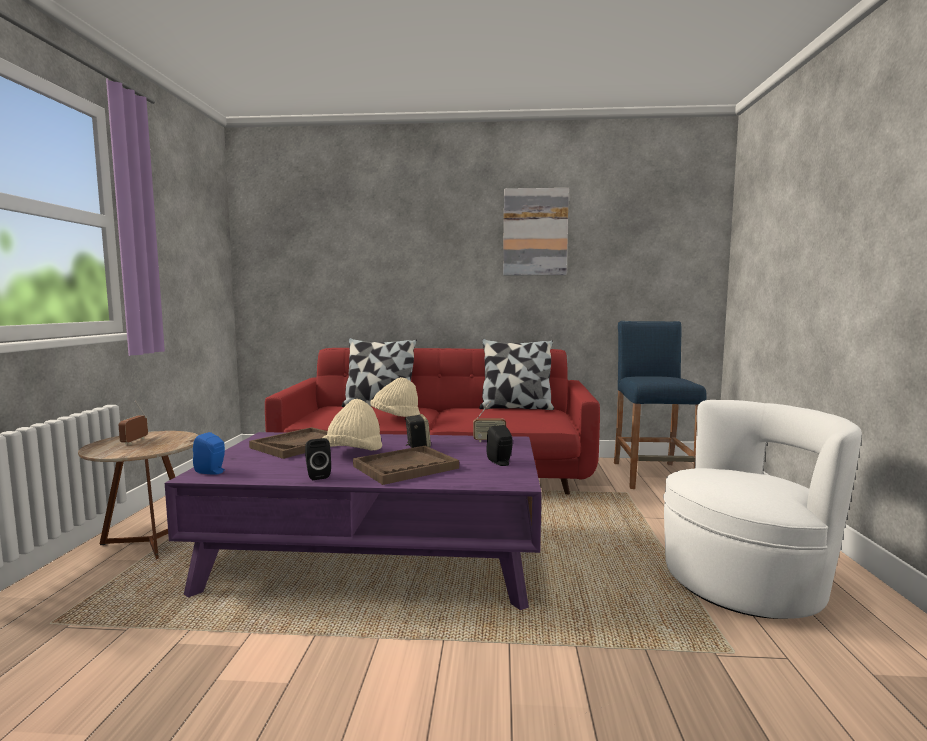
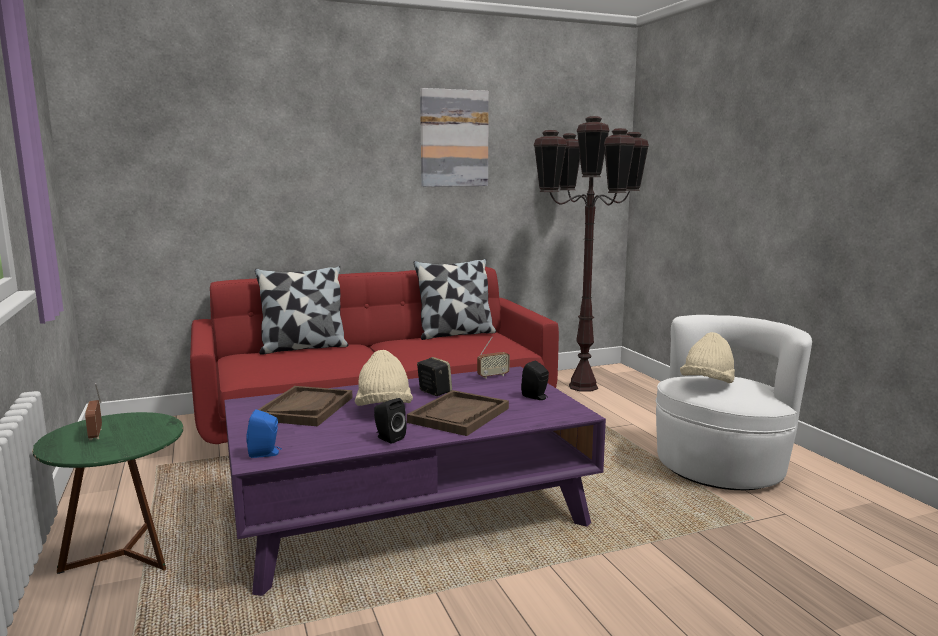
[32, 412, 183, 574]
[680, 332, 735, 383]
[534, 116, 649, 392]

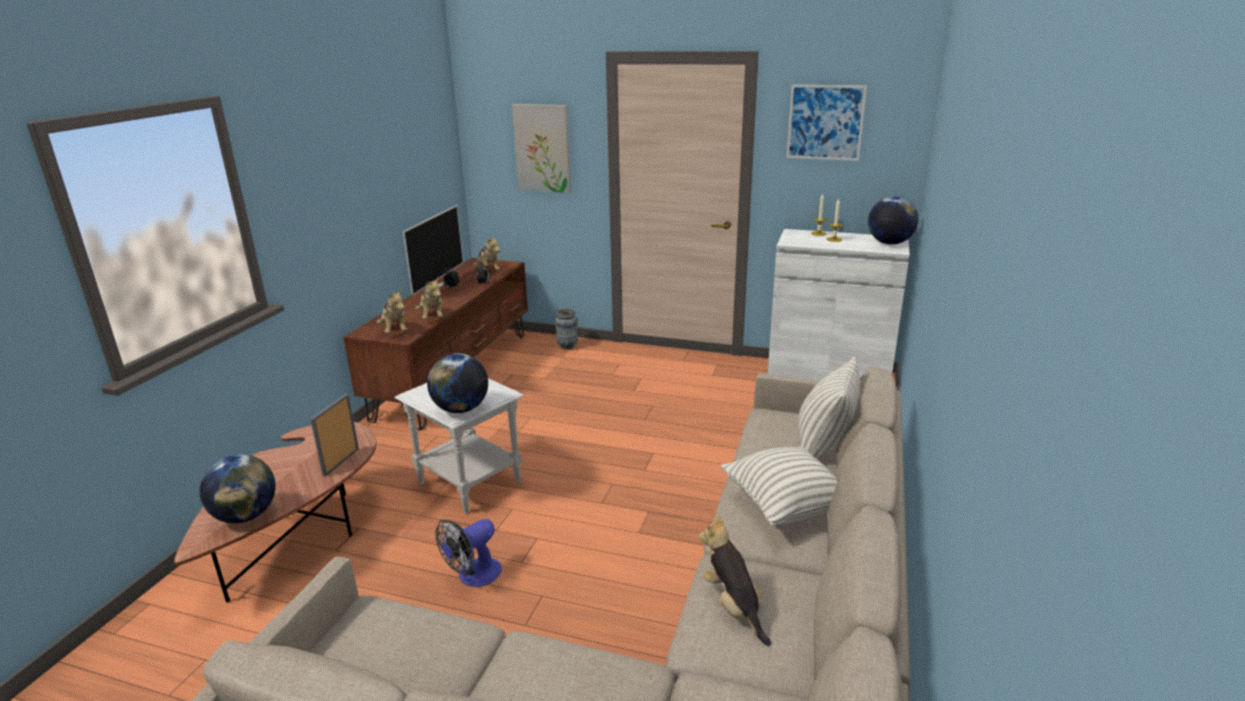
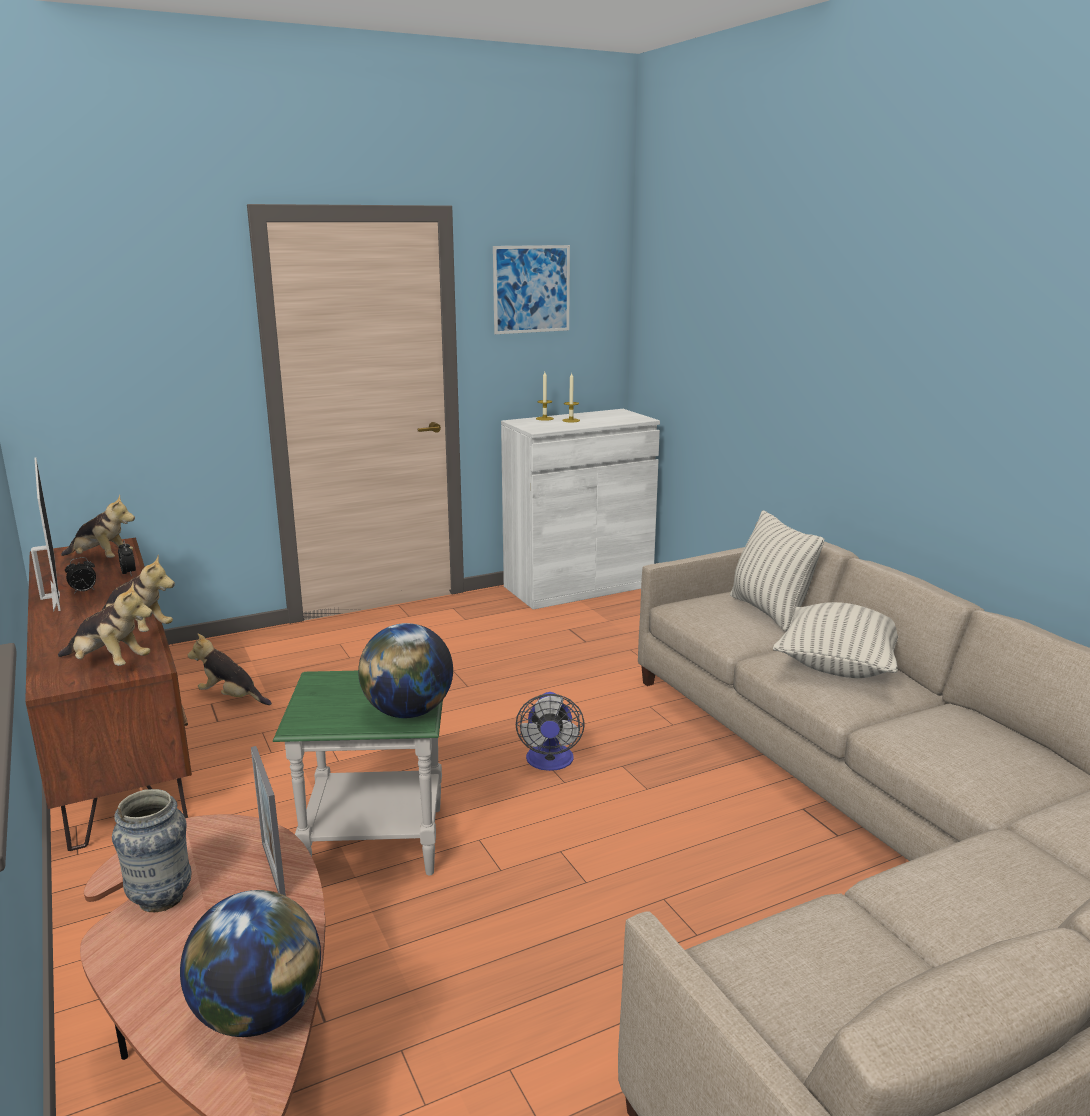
[273, 671, 443, 875]
[516, 692, 585, 771]
[512, 104, 571, 193] (first image)
[112, 789, 191, 912]
[188, 634, 272, 705]
[868, 196, 918, 245] (first image)

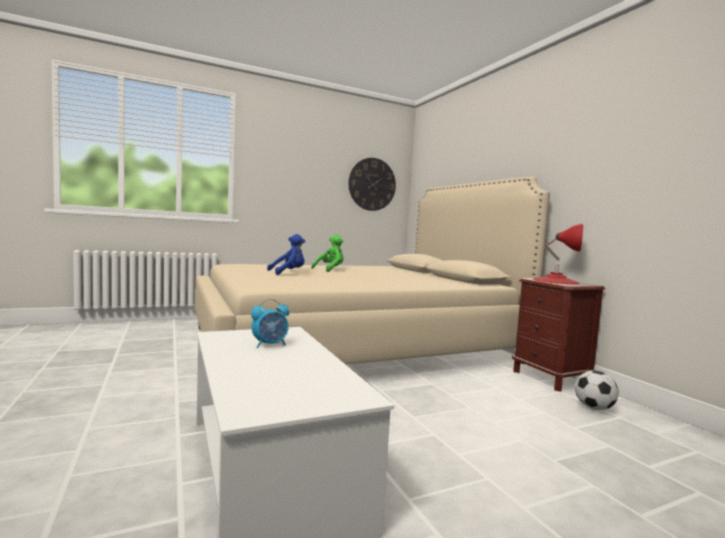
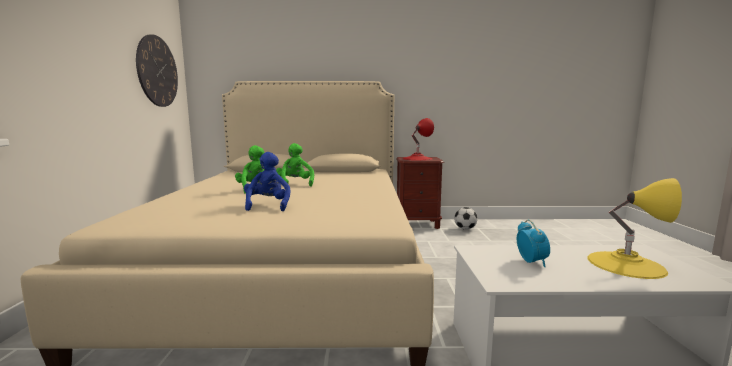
[276, 143, 314, 187]
[587, 178, 682, 279]

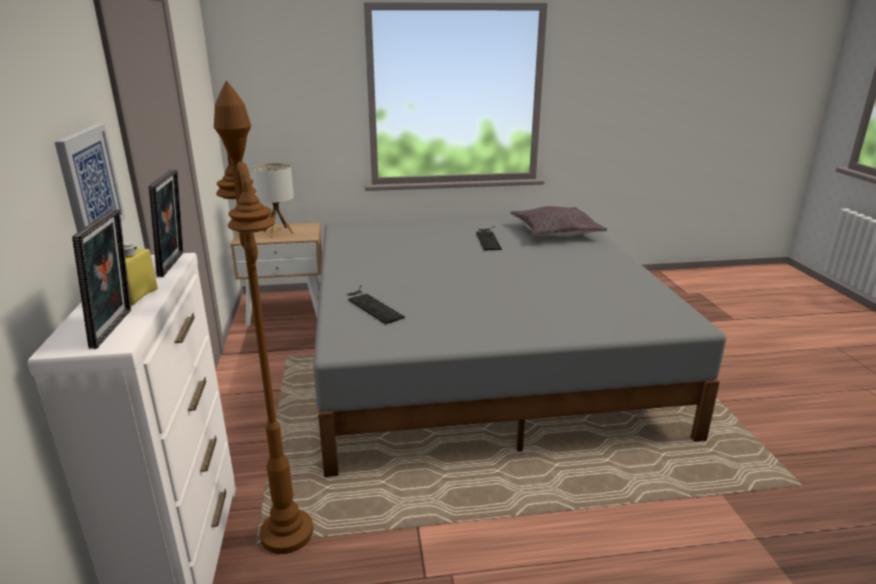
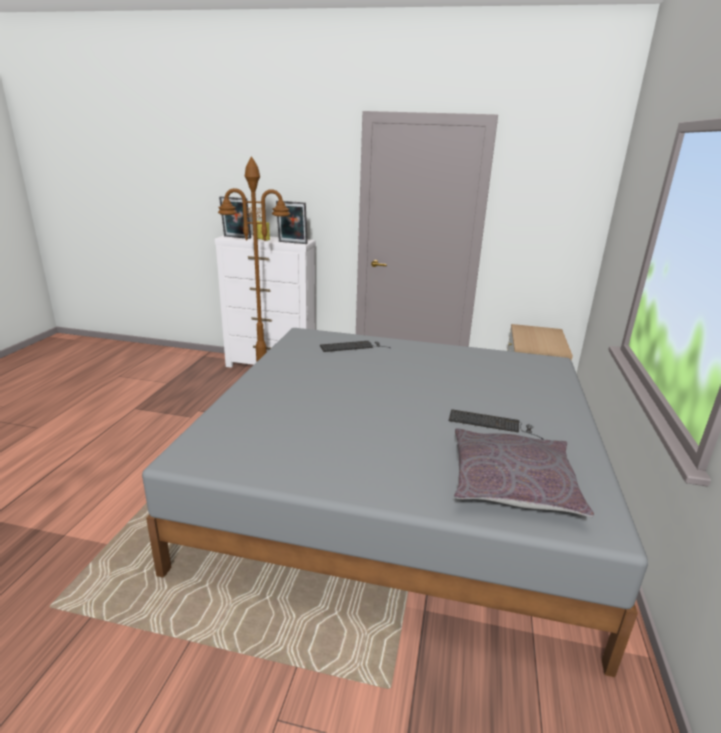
[55, 124, 125, 232] (first image)
[252, 163, 294, 238] (first image)

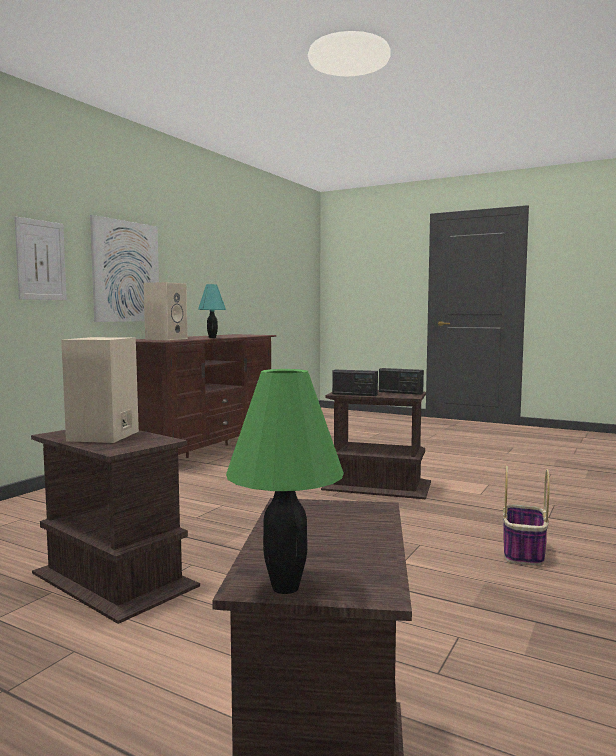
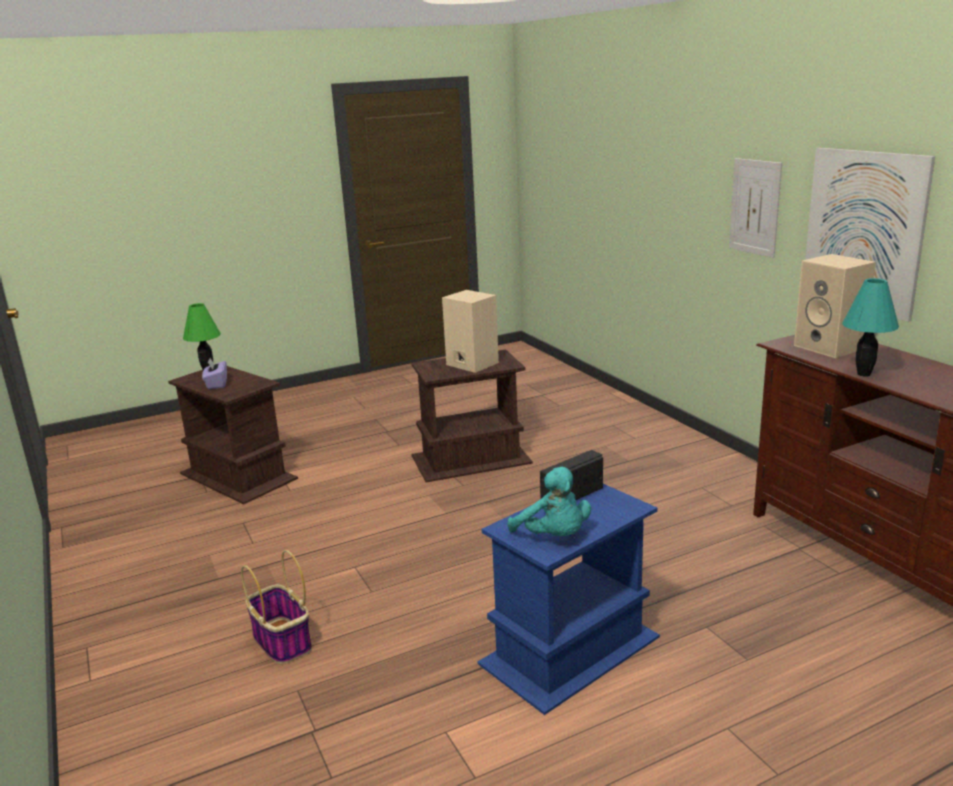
[478, 484, 660, 715]
[508, 467, 591, 536]
[202, 358, 227, 389]

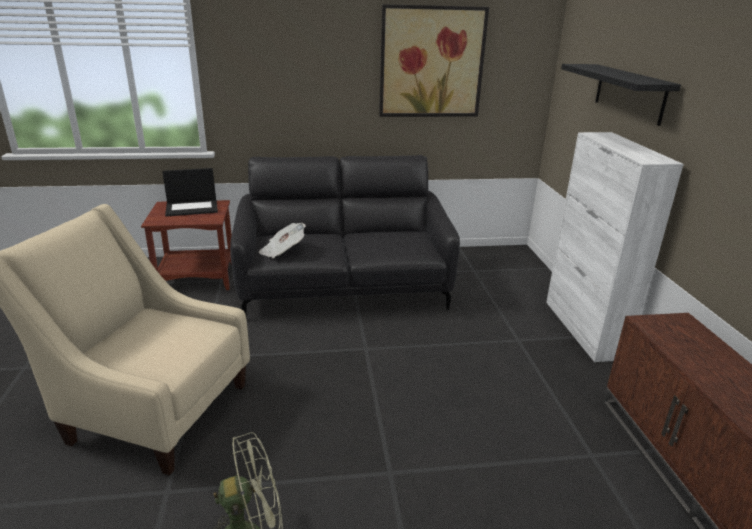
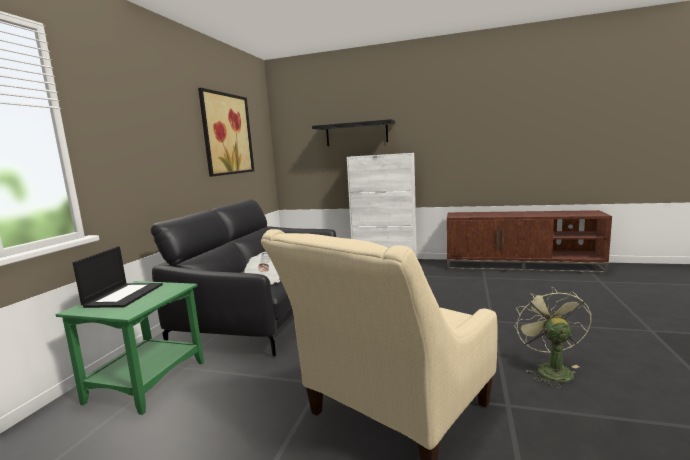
[56, 281, 204, 415]

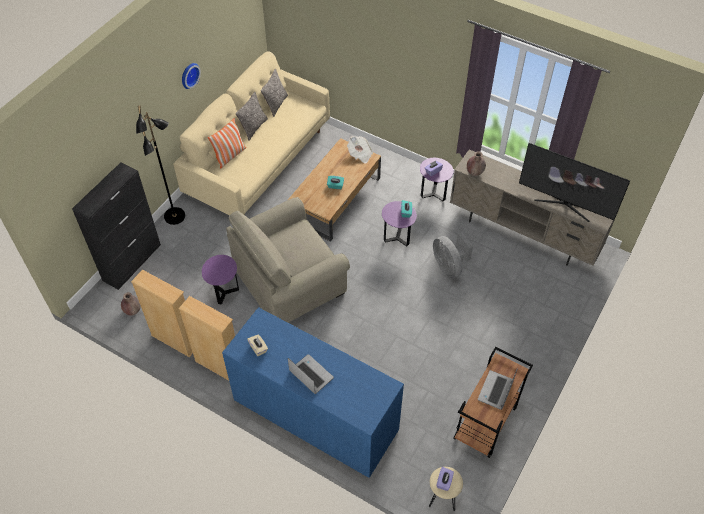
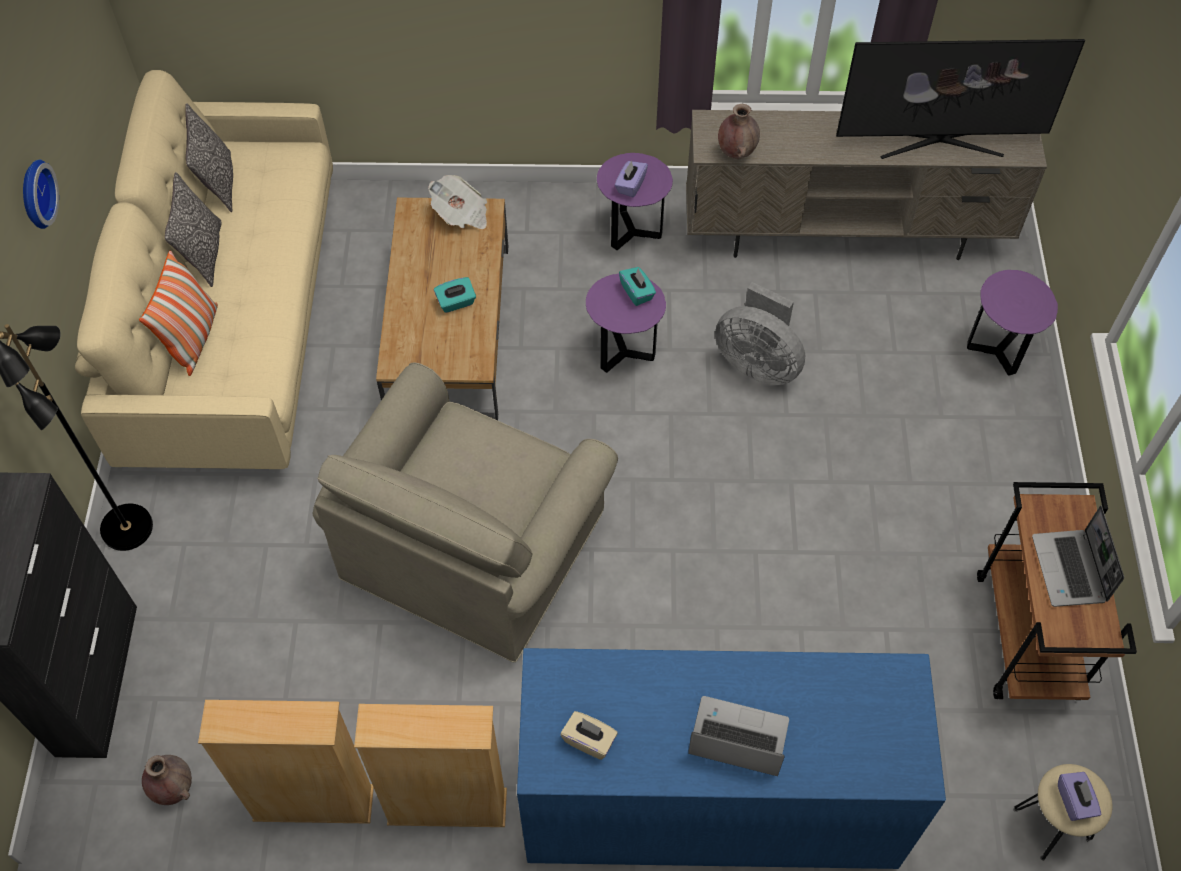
[967, 270, 1058, 376]

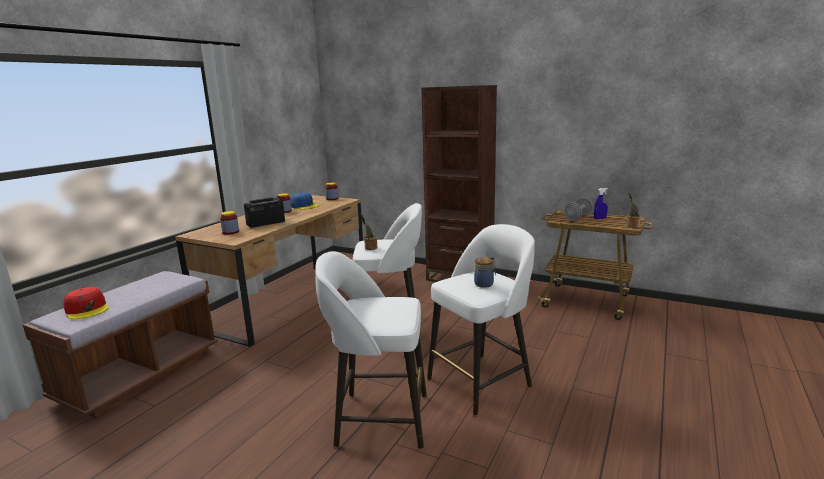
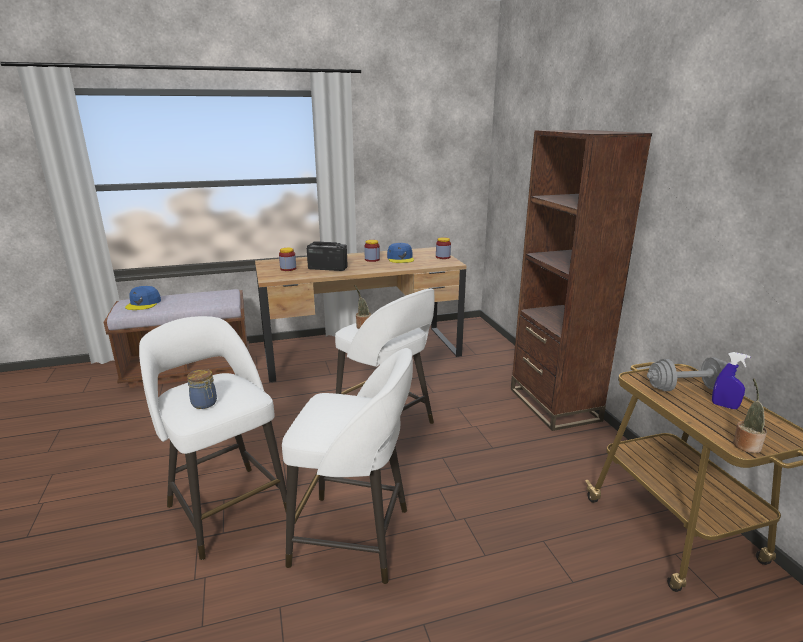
[125, 286, 161, 310]
[187, 369, 217, 409]

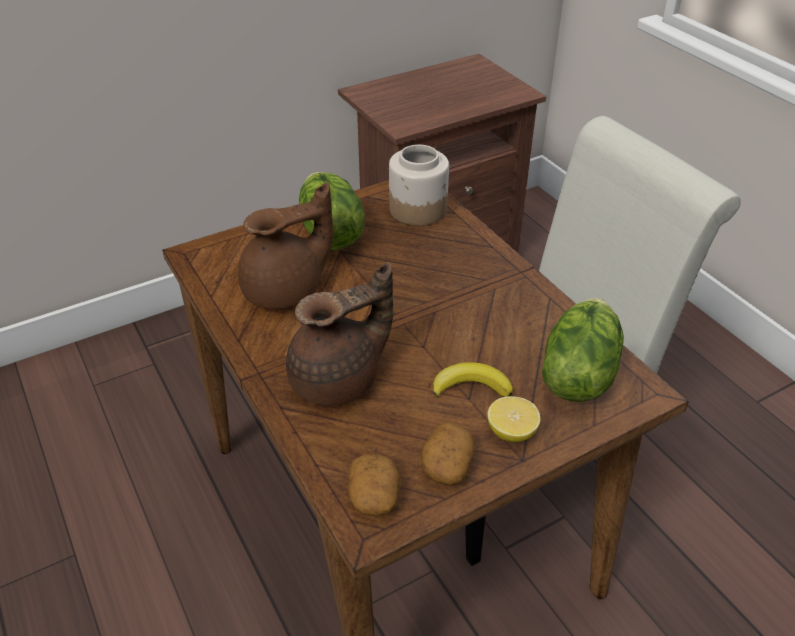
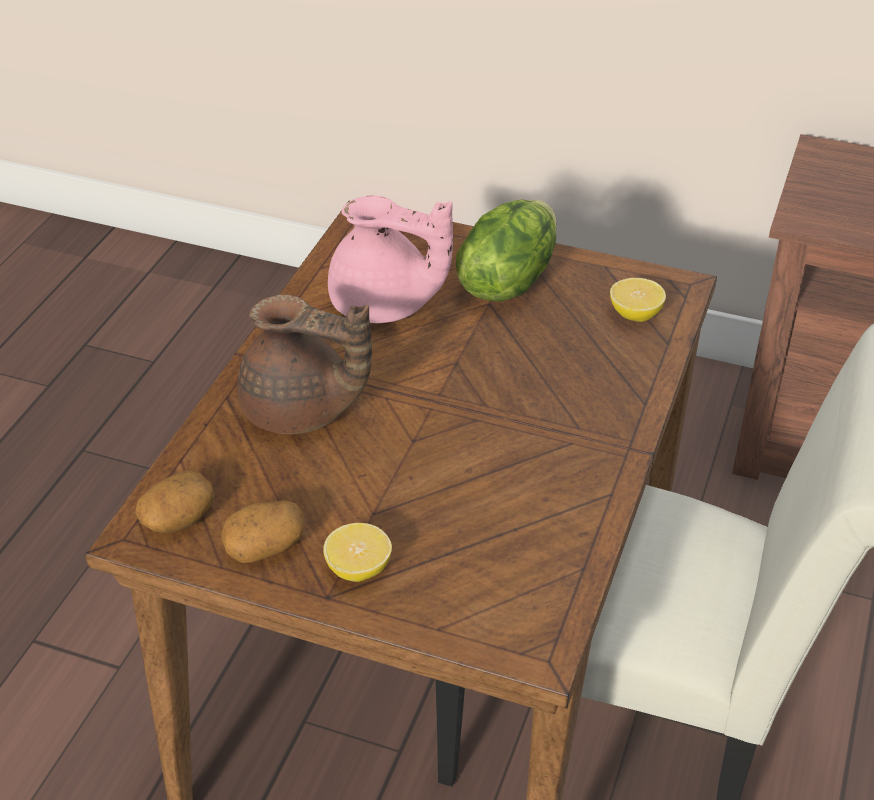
[328, 195, 453, 323]
[610, 278, 666, 322]
[433, 362, 513, 398] (first image)
[542, 298, 624, 402] (first image)

